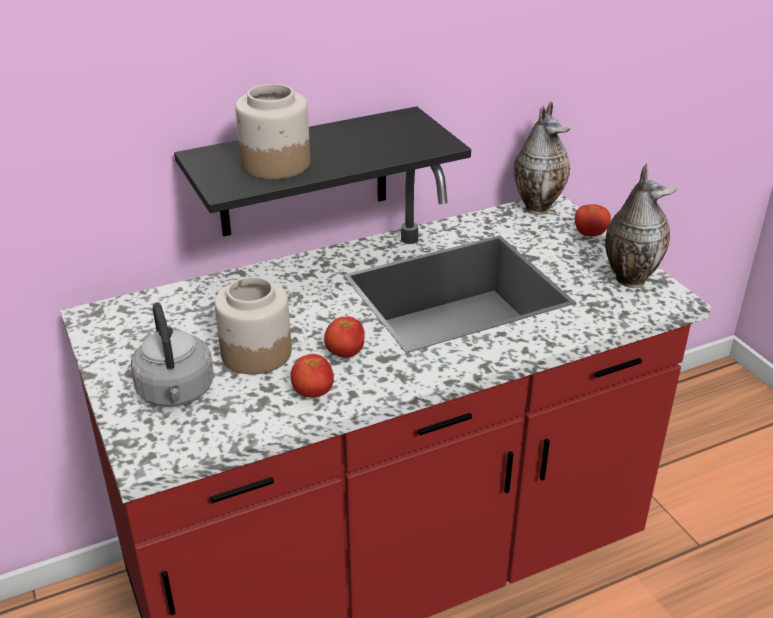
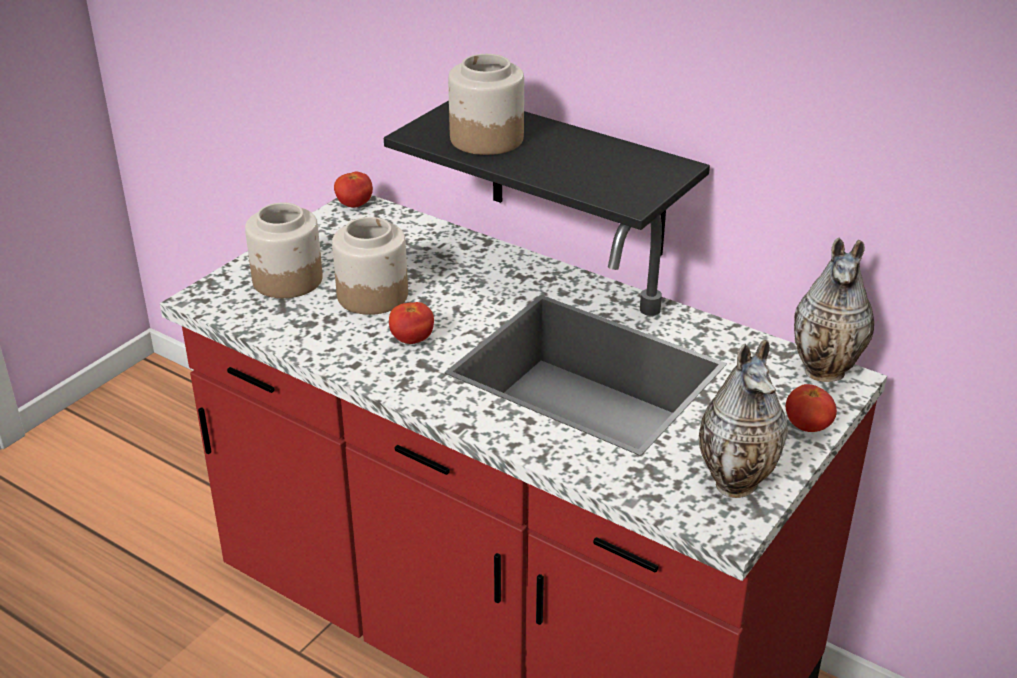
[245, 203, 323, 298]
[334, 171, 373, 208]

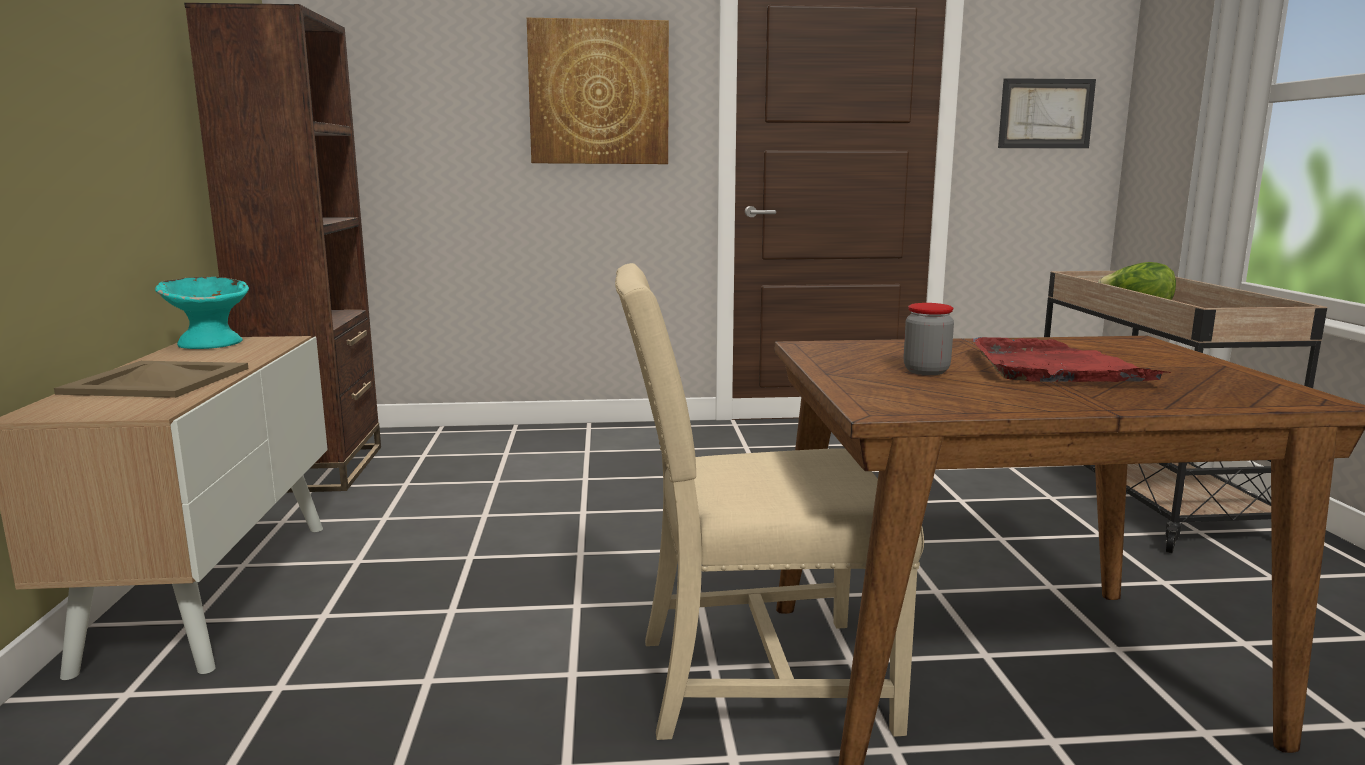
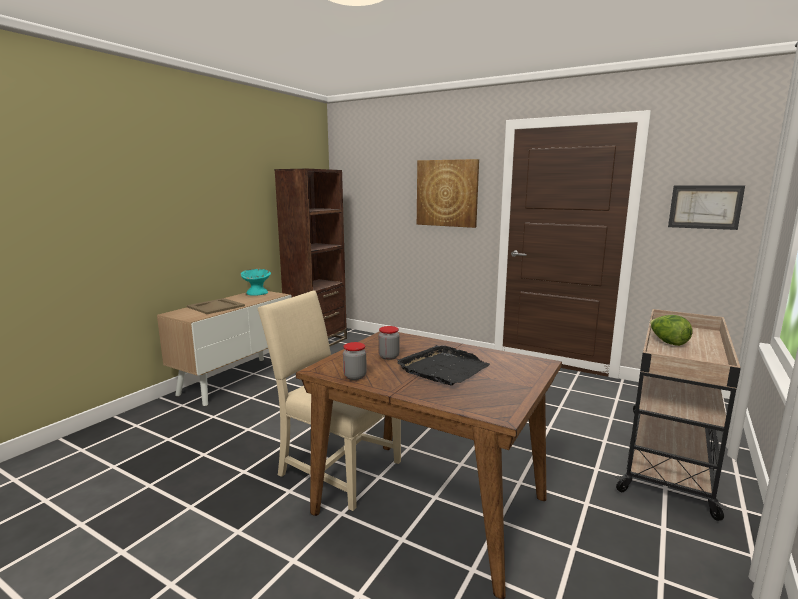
[397, 345, 490, 386]
[343, 342, 367, 380]

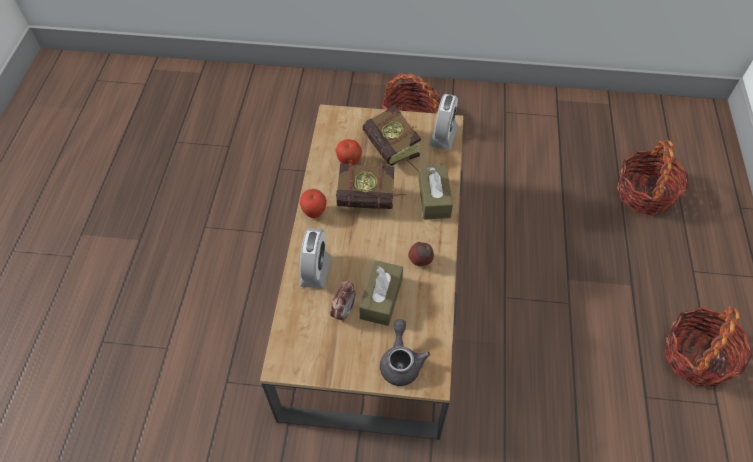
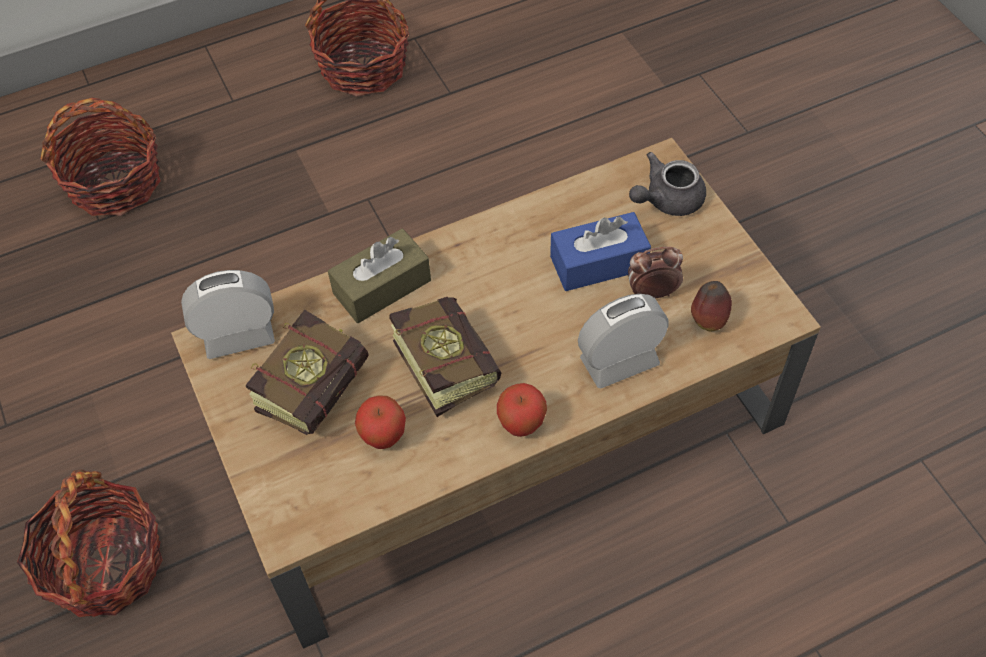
[550, 212, 651, 291]
[691, 281, 732, 331]

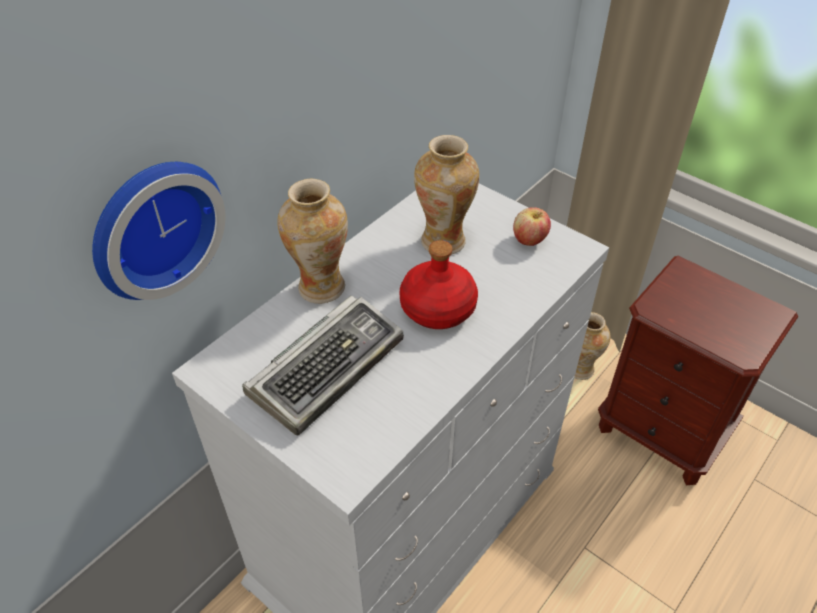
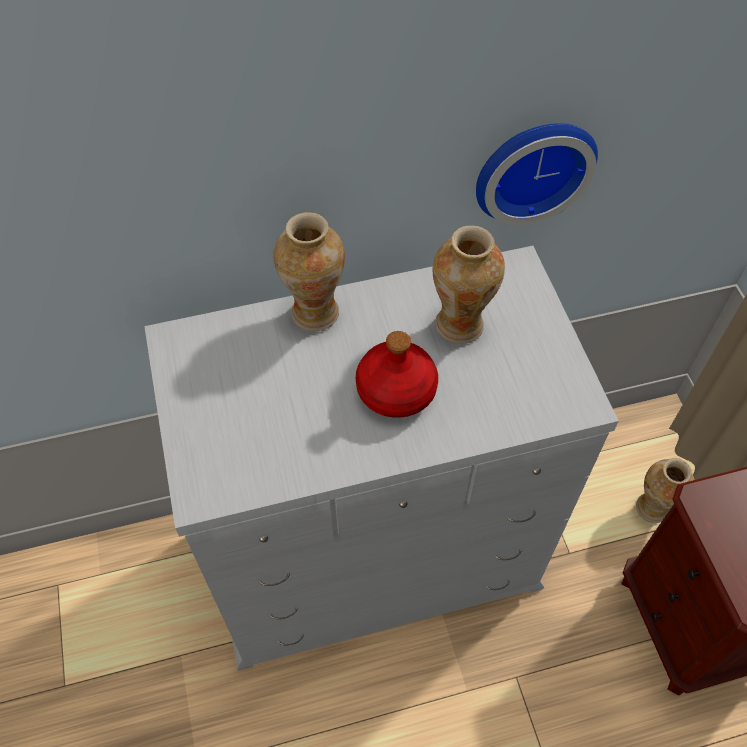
[476, 123, 598, 225]
[242, 296, 404, 436] (first image)
[513, 207, 551, 246] (first image)

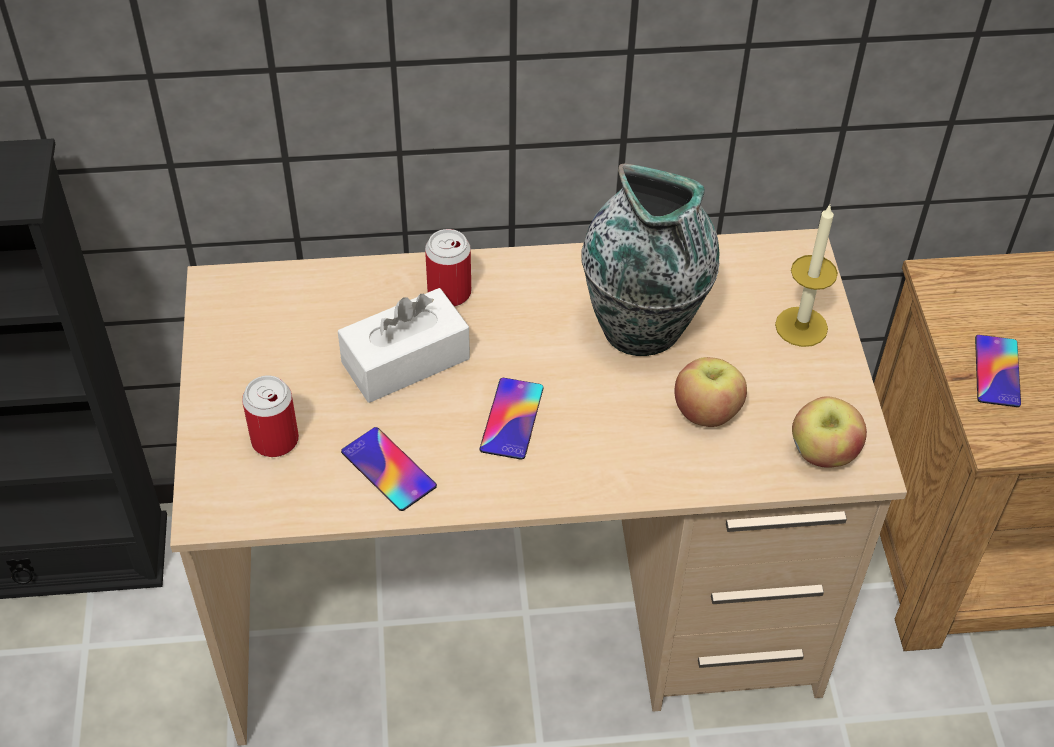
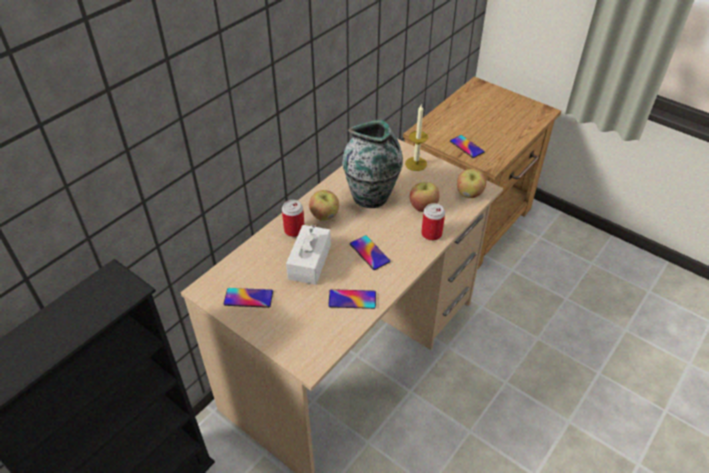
[421, 203, 445, 241]
[224, 288, 273, 308]
[309, 190, 339, 221]

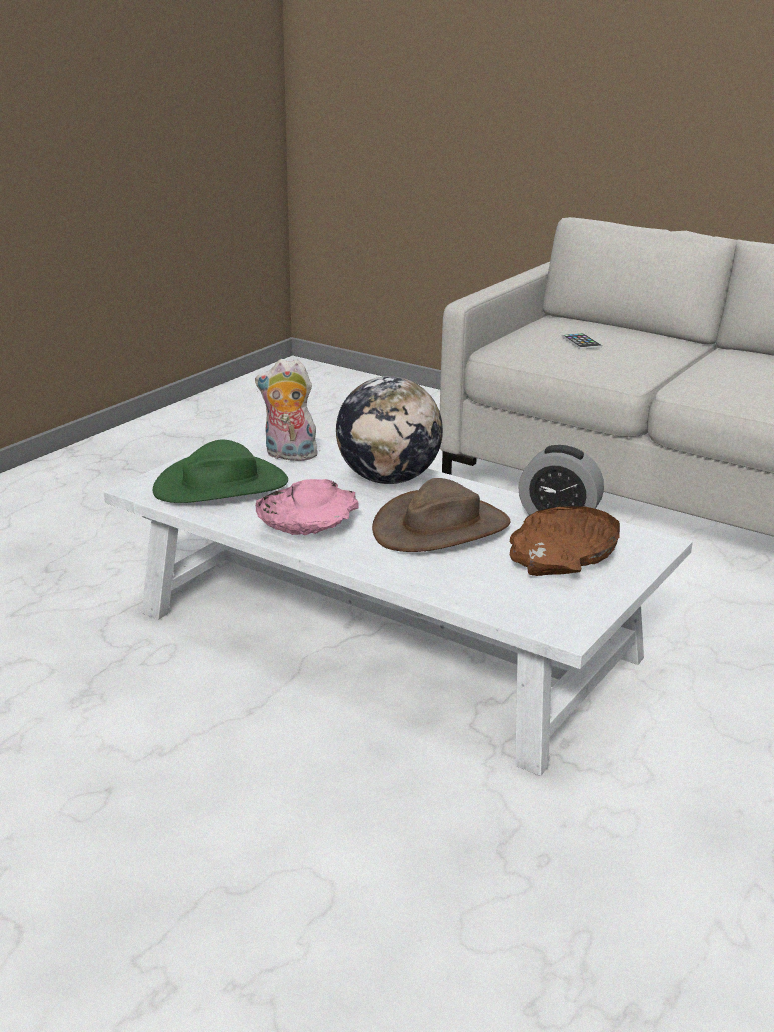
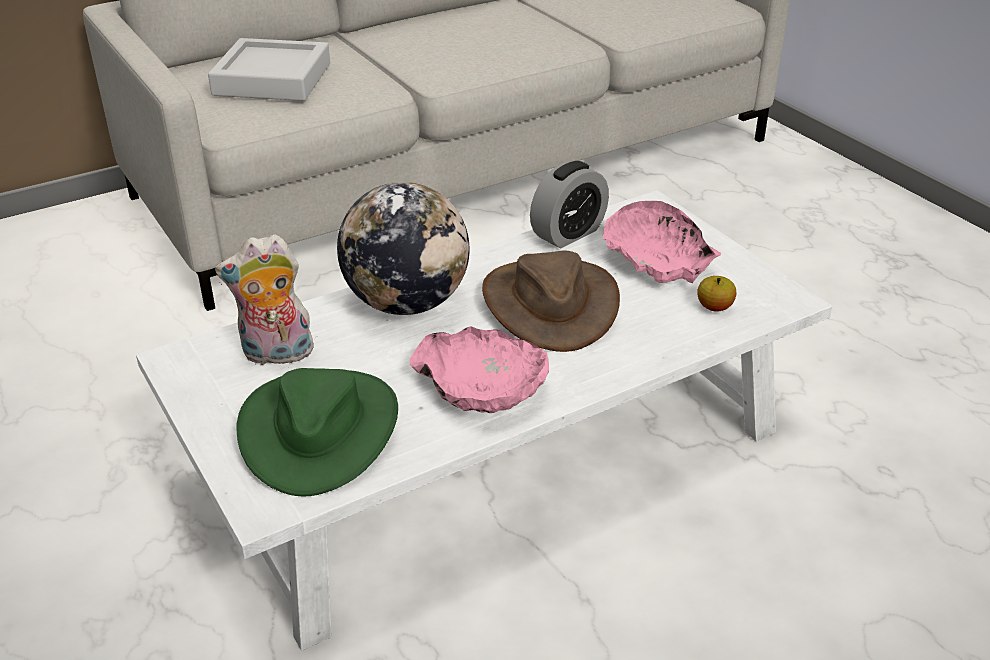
[215, 234, 315, 365]
[602, 201, 721, 283]
[208, 38, 330, 101]
[697, 276, 736, 311]

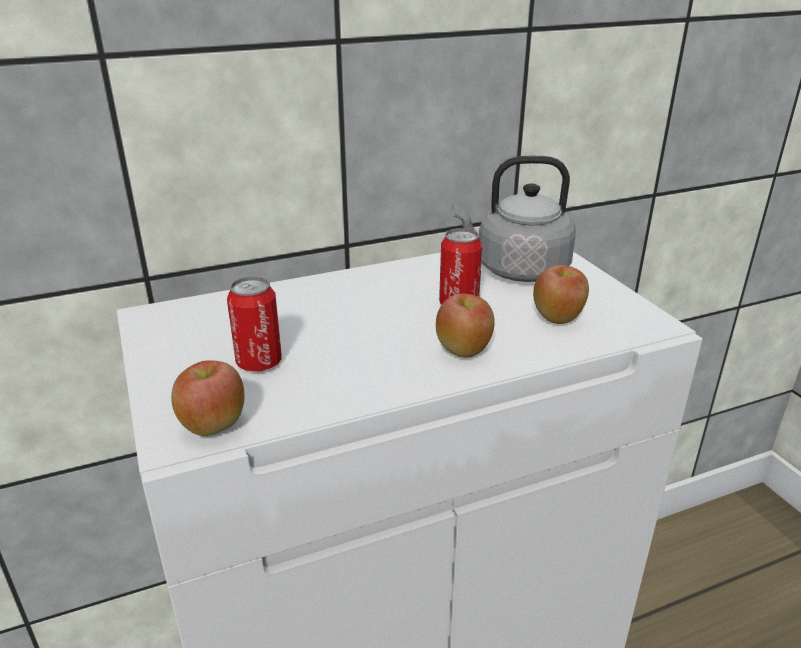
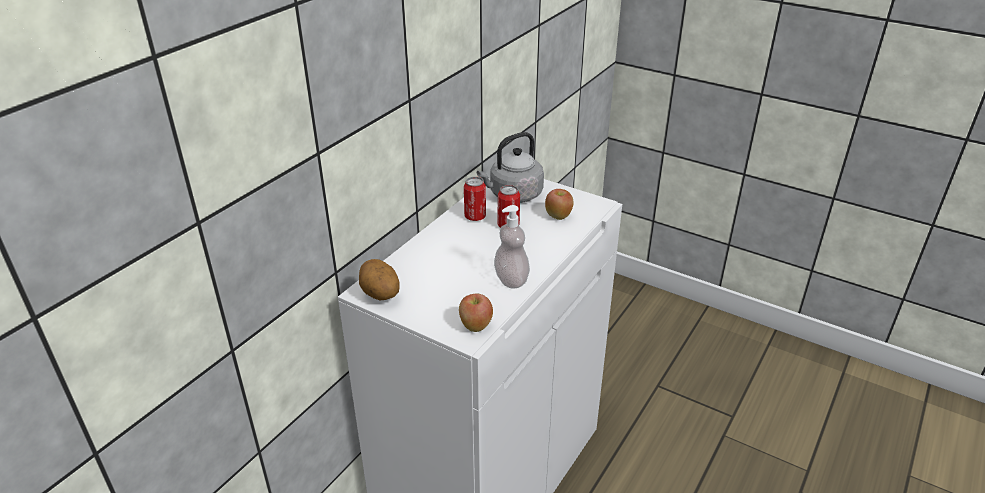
[464, 177, 486, 221]
[436, 294, 495, 358] (first image)
[359, 259, 400, 300]
[494, 205, 530, 289]

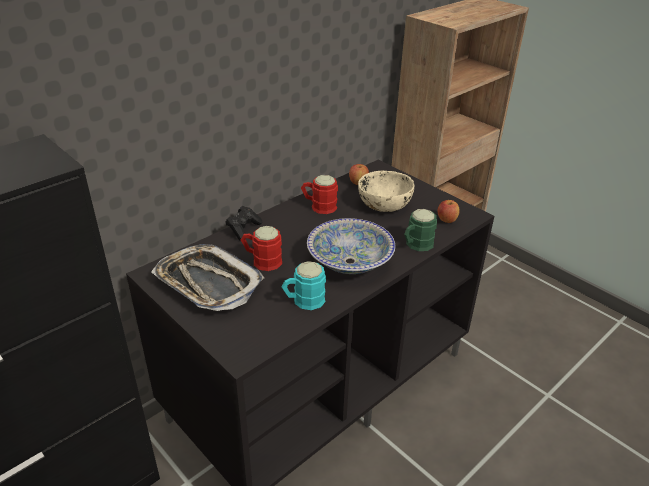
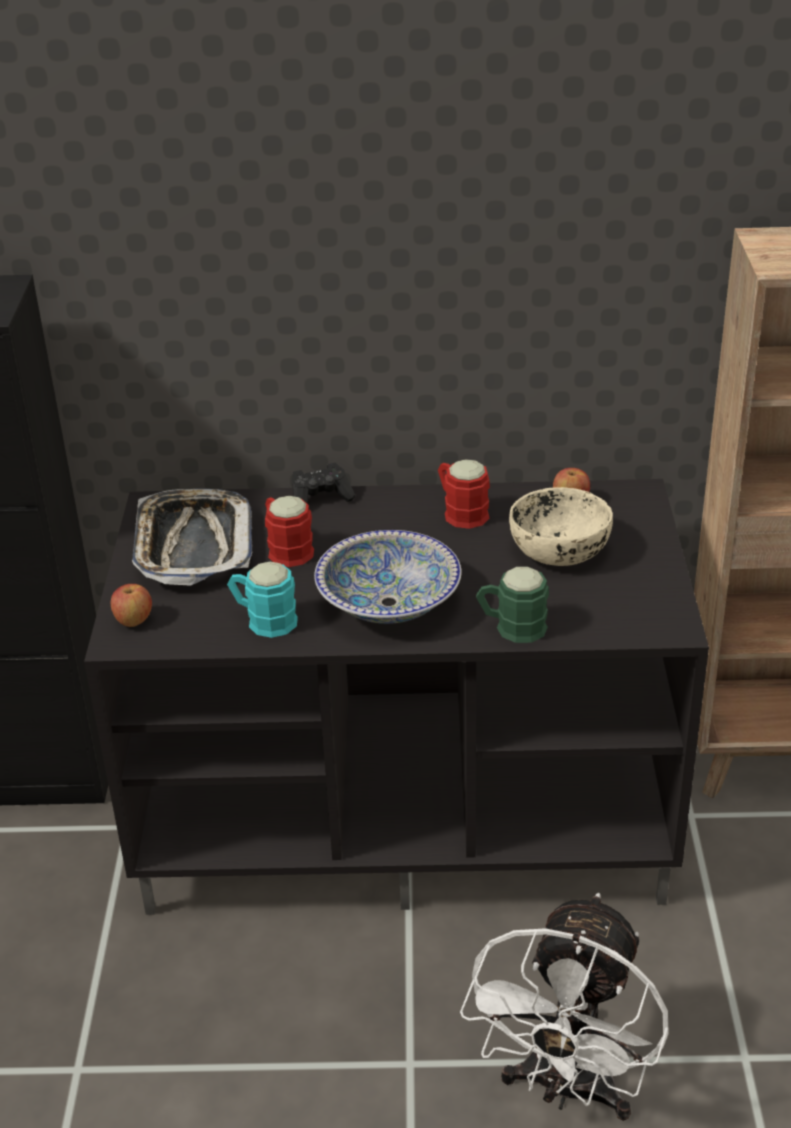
[111, 584, 152, 627]
[460, 893, 669, 1121]

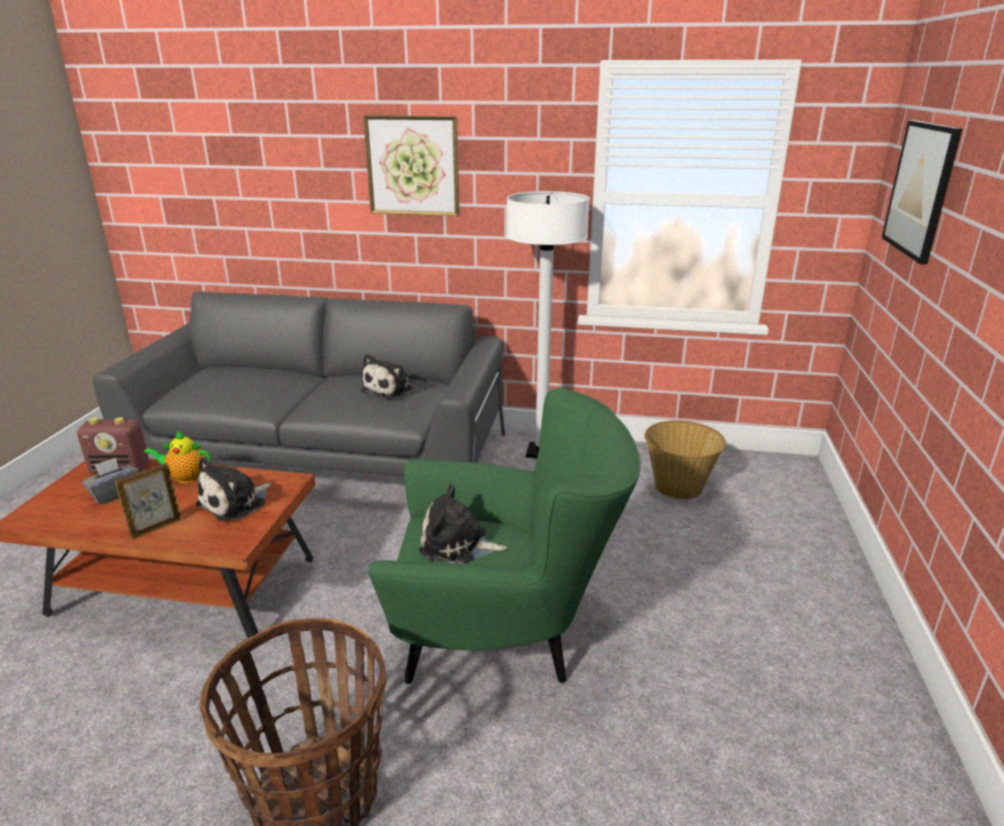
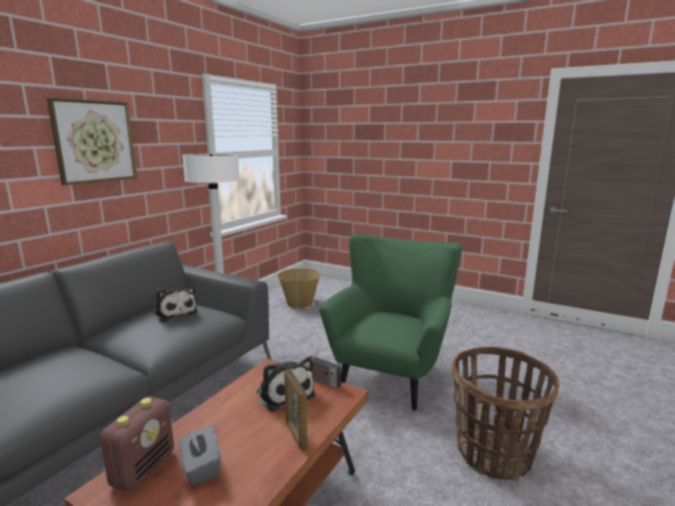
[144, 430, 211, 483] (first image)
[419, 484, 507, 564] (first image)
[882, 120, 962, 265] (first image)
[309, 349, 341, 389]

